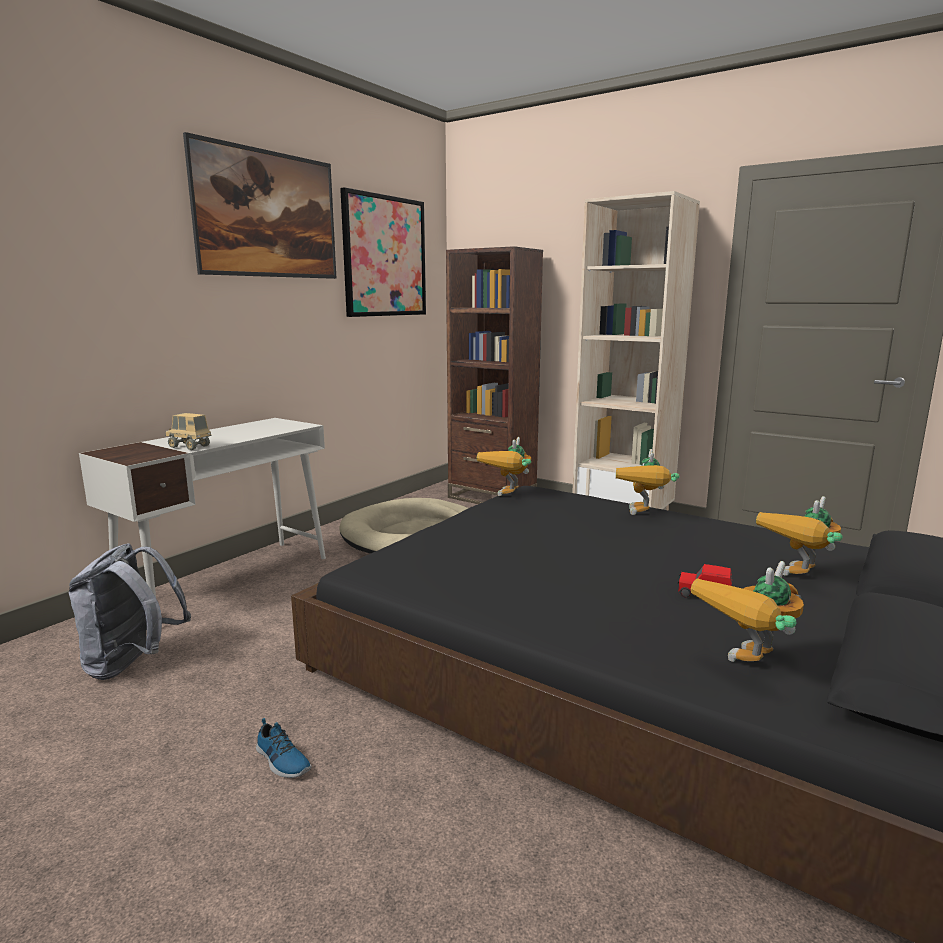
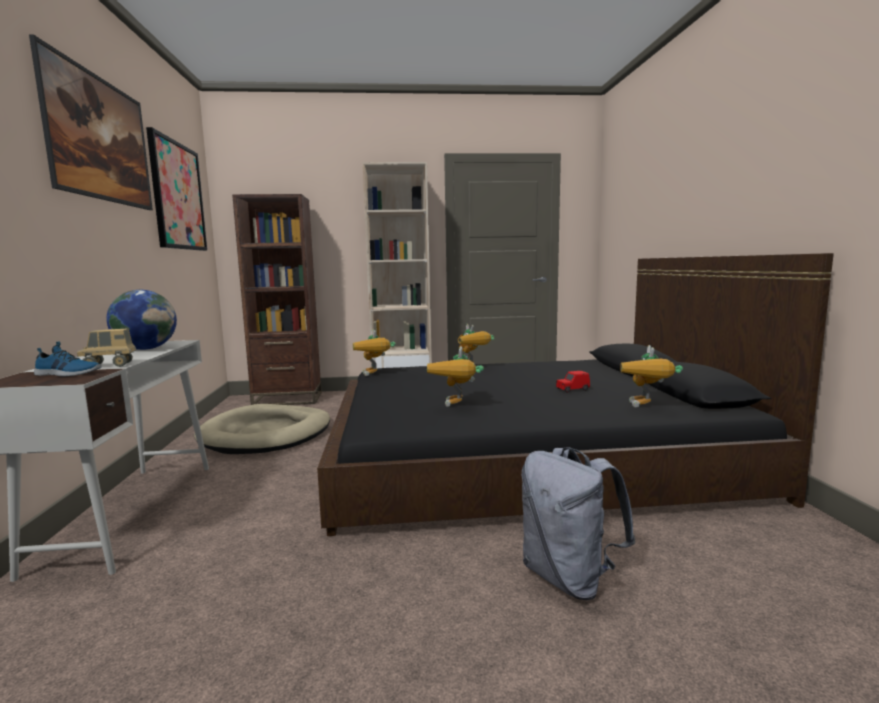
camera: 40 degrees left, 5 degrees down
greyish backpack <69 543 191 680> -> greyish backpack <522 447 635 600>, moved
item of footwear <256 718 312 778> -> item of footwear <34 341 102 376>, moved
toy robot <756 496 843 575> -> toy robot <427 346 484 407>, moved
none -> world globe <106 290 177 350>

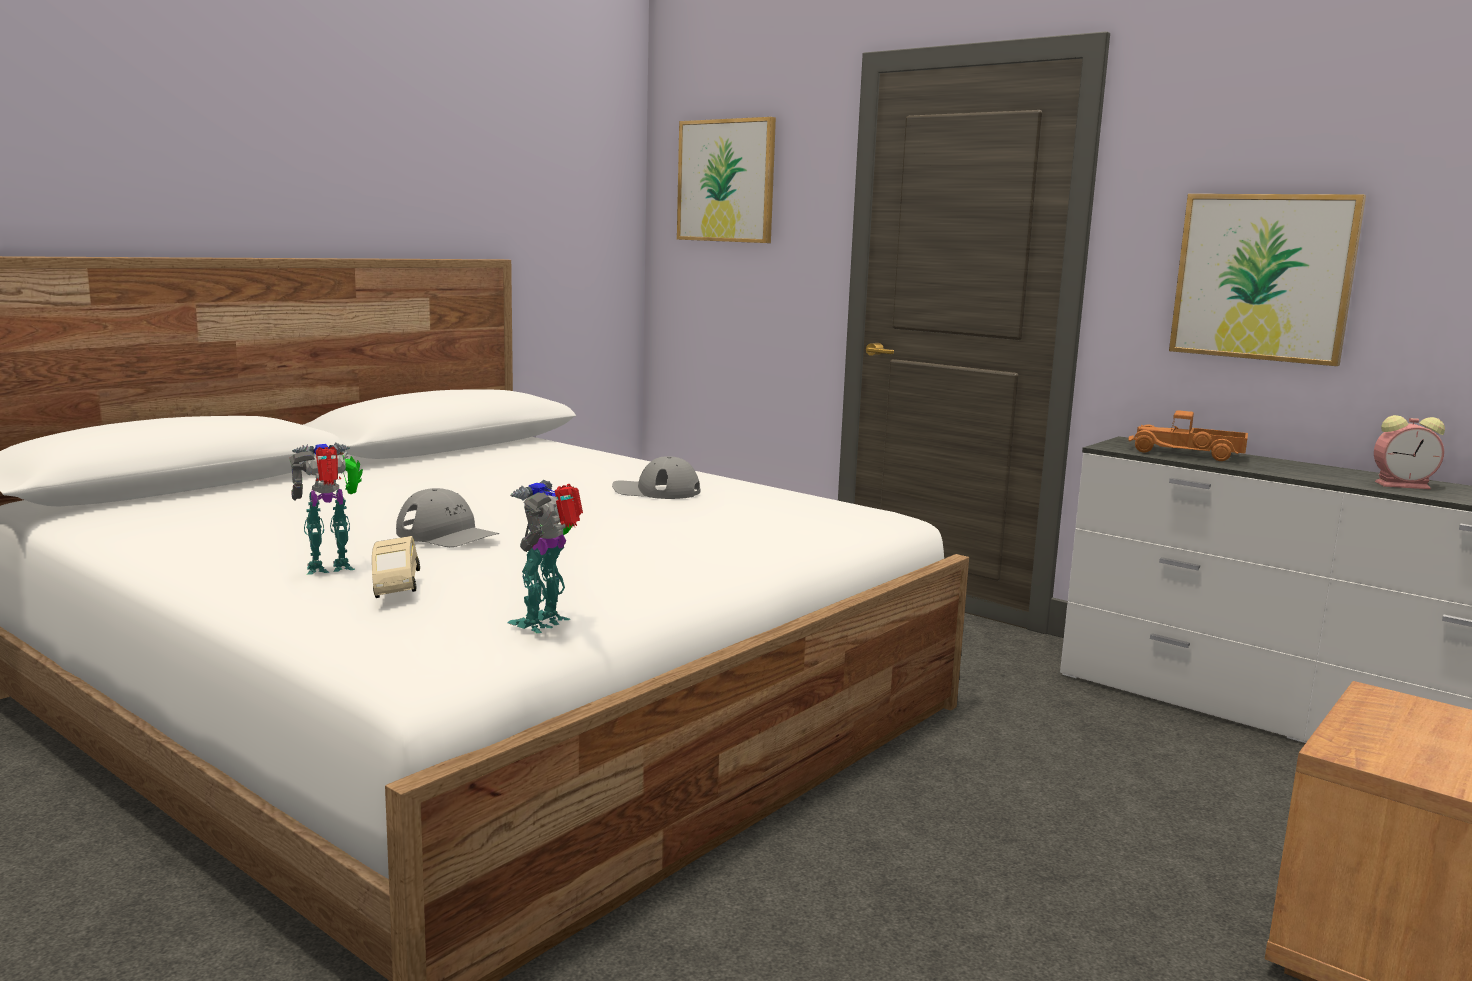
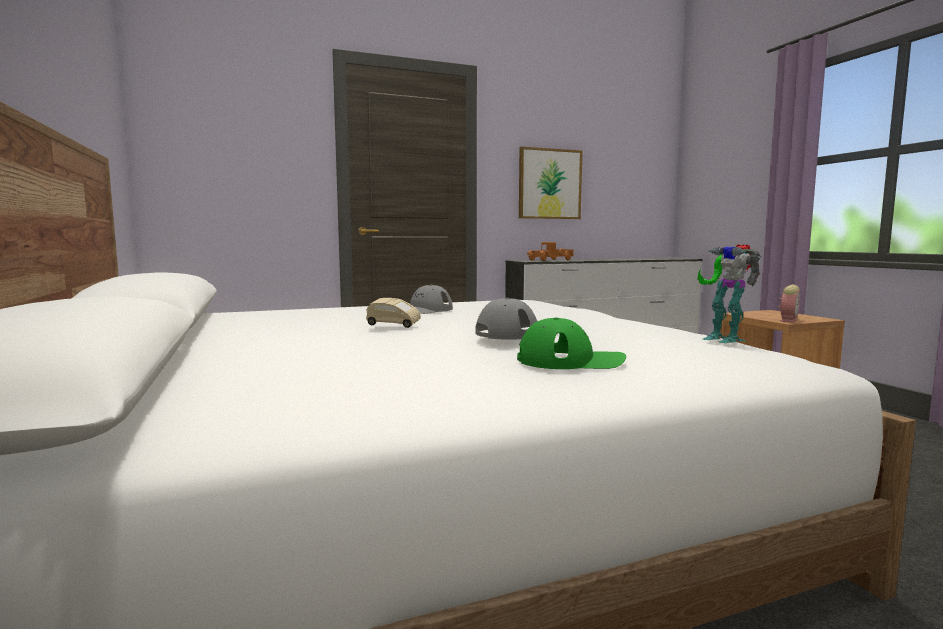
camera: 60 degrees left, 5 degrees down
toy robot <289 443 363 575> -> green-coloured cap <517 317 626 369>
beige-coloured toy car <372 536 420 598> -> beige-coloured toy car <366 298 421 328>, moved
wall picture <677 117 776 243> -> none
alarm clock <1374 415 1445 489> -> alarm clock <778 285 800 322>, moved

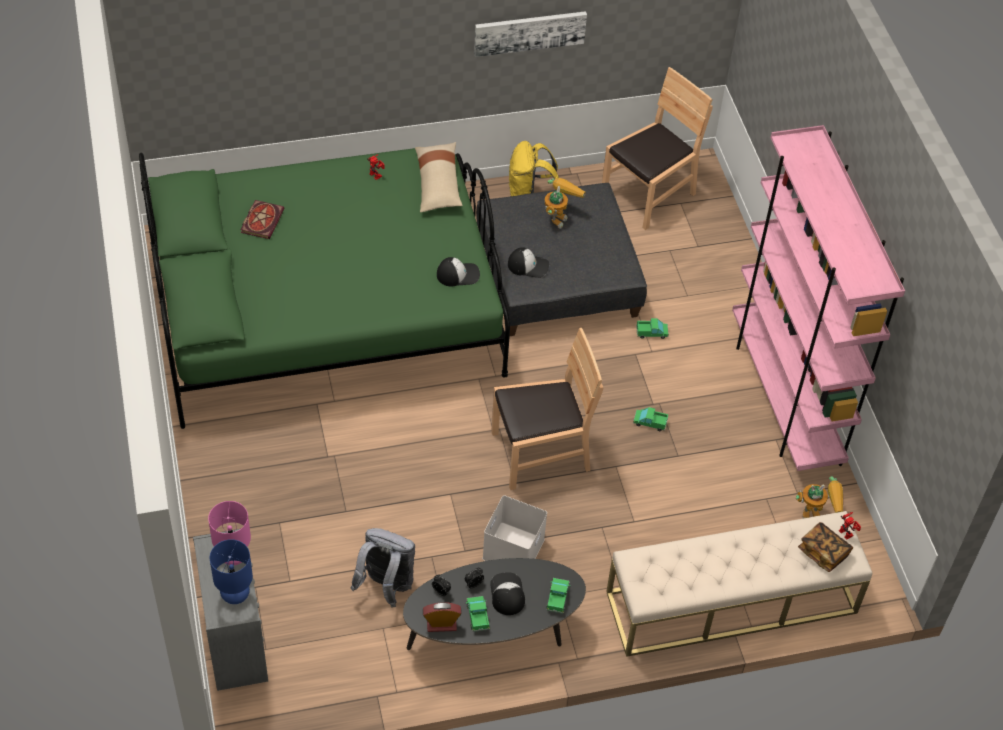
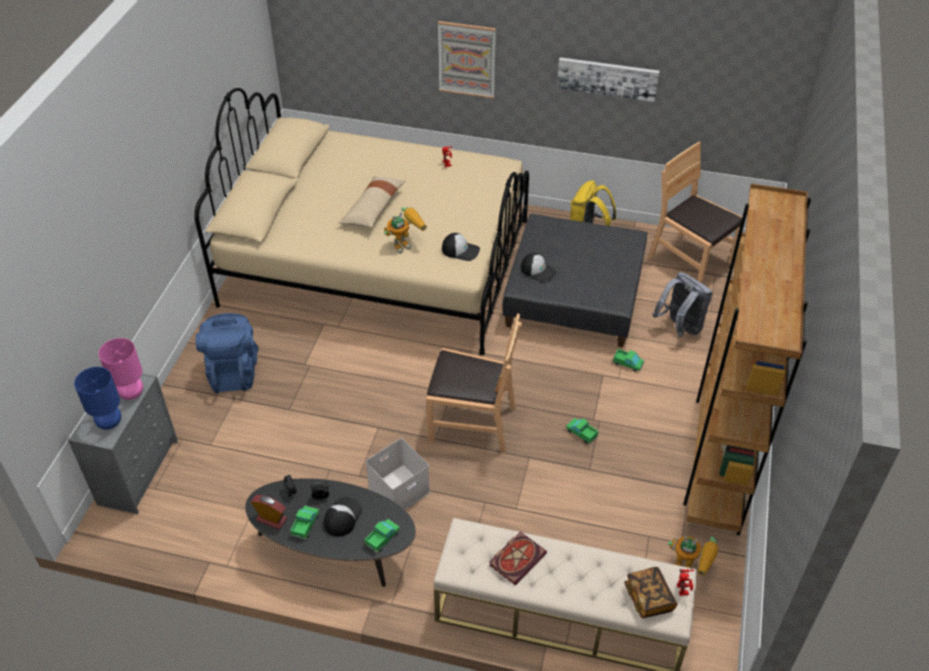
camera: 30 degrees right, 5 degrees down
green-coloured bed <139 148 510 429> -> beige-coloured bed <194 88 529 355>
book <241 200 285 239> -> book <489 531 547 585>, moved
greyish backpack <351 528 415 608> -> greyish backpack <653 272 713 337>, moved
beige-coloured cushion <415 142 462 212> -> beige-coloured cushion <339 176 406 228>, moved
toy robot <545 178 586 229> -> toy robot <384 207 427 254>, moved
brown plain chair <602 67 713 230> -> brown plain chair <648 142 742 284>, 120 degrees counterclockwise
pink bookcase <732 125 905 471> -> brown bookcase <683 183 811 535>
none -> bluish backpack <195 313 259 394>
none -> wall picture <438 21 496 99>

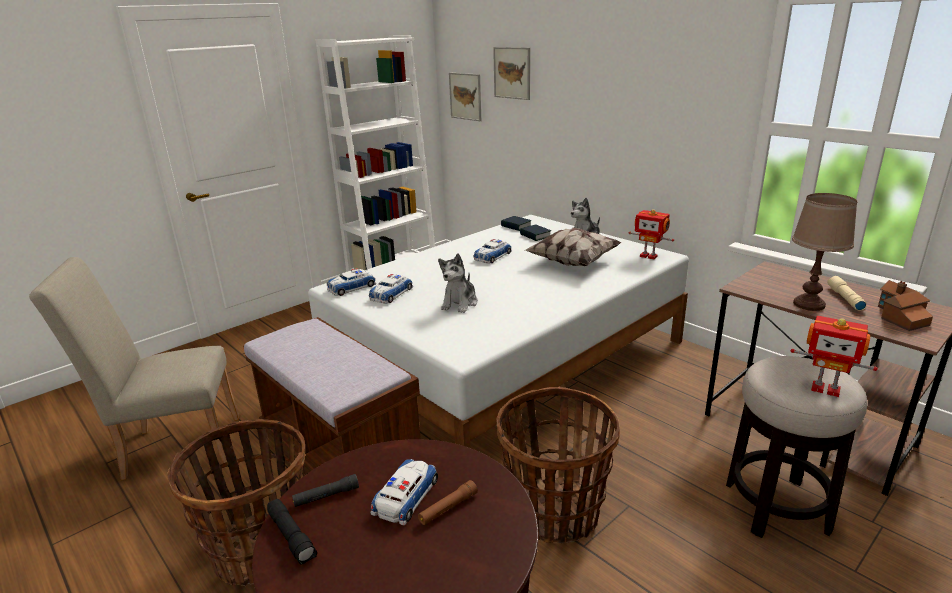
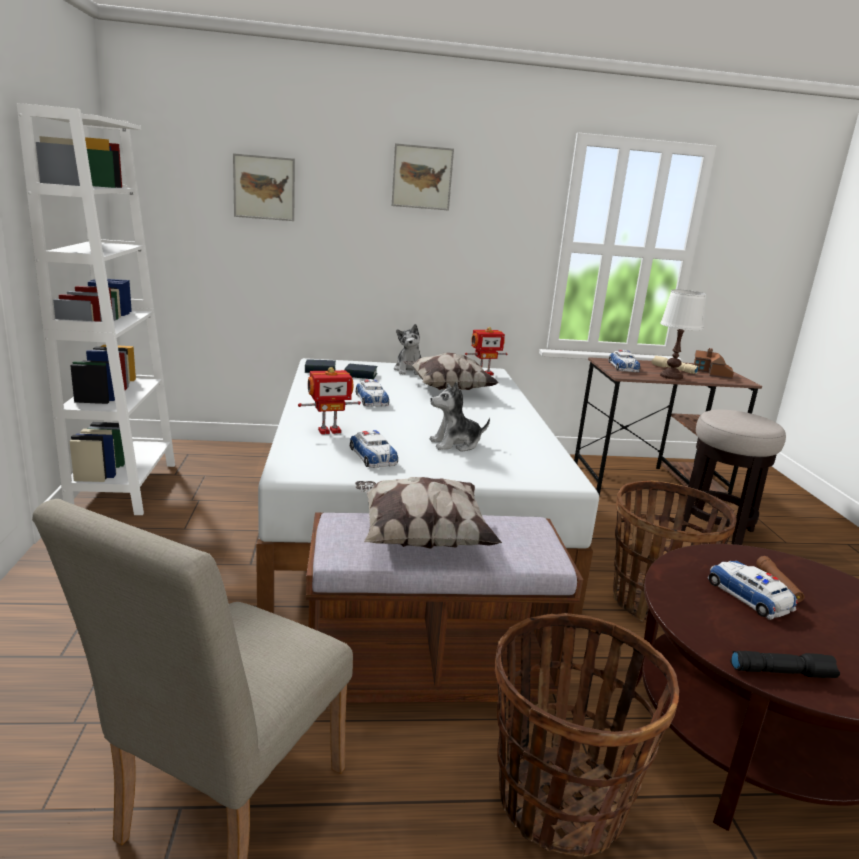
camera: 55 degrees left, 5 degrees down
black torch <292 474 359 507> -> none
toy car <327 268 376 296> -> toy car <608 350 640 372>, moved
cuddly toy <438 253 478 313> -> cuddly toy <429 382 490 452>, 105 degrees clockwise
wall picture <449 73 481 121> -> wall picture <391 143 454 211>, moved
toy robot <791 316 878 397> -> toy robot <298 367 361 434>, moved
brown tabletop lamp <792 193 857 311> -> white-coloured tabletop lamp <660 289 707 380>
none -> cushion <355 477 502 549>

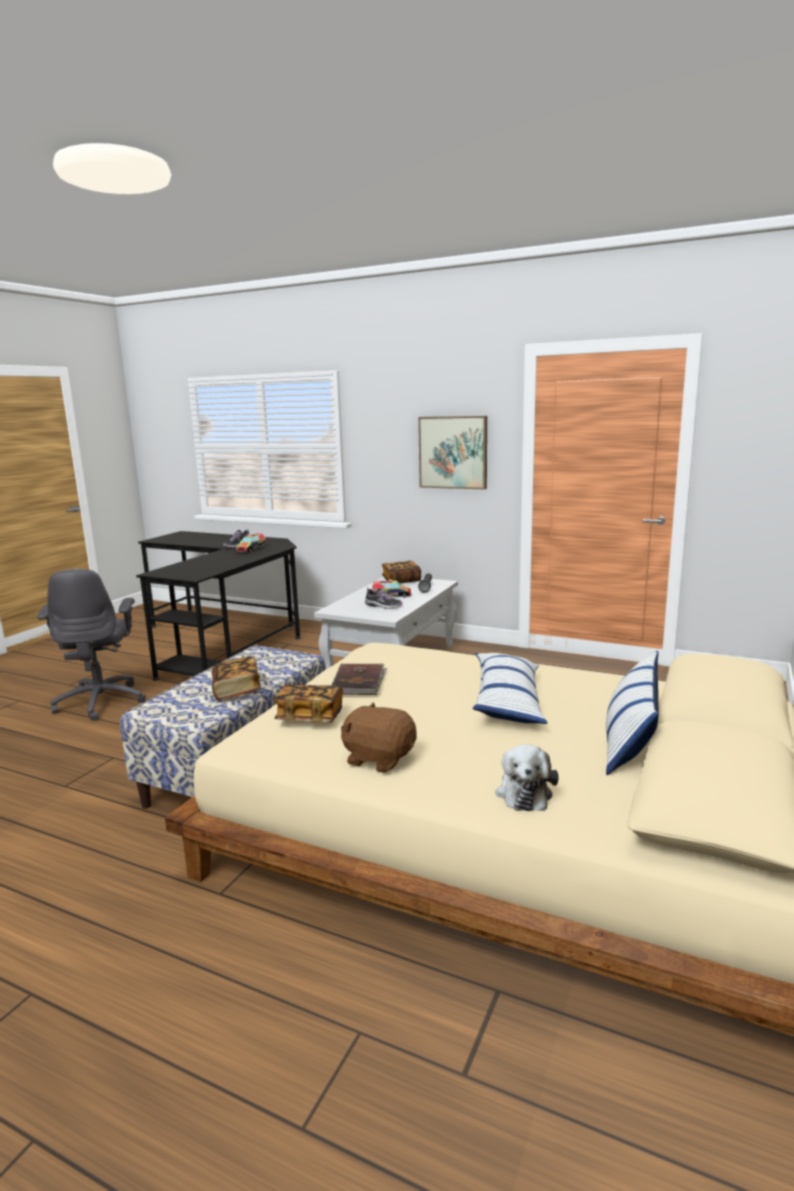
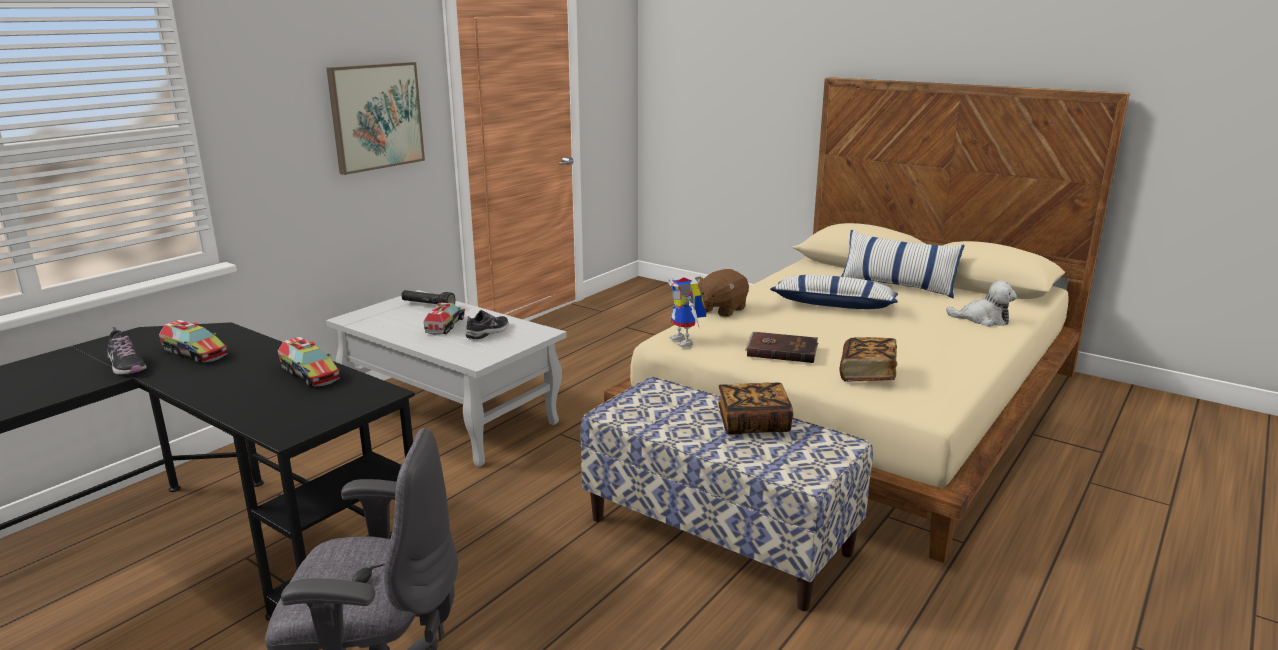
camera: 80 degrees left, 5 degrees up
brown cuddly toy <341 702 416 773> -> brown cuddly toy <695 269 749 317>, moved
book <382 561 421 584> -> none
none -> toy lorry <278 337 340 387>
none -> toy robot <668 277 706 347>

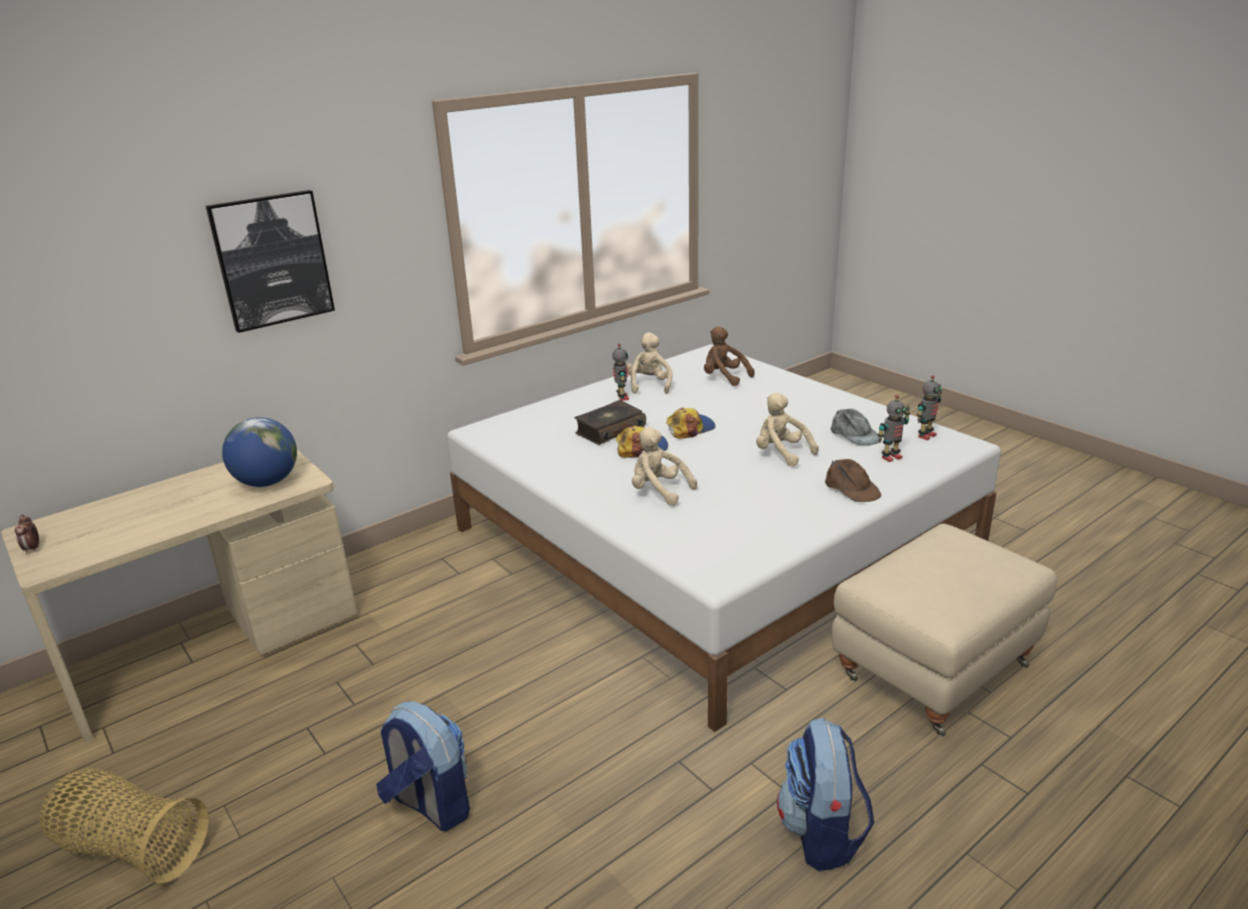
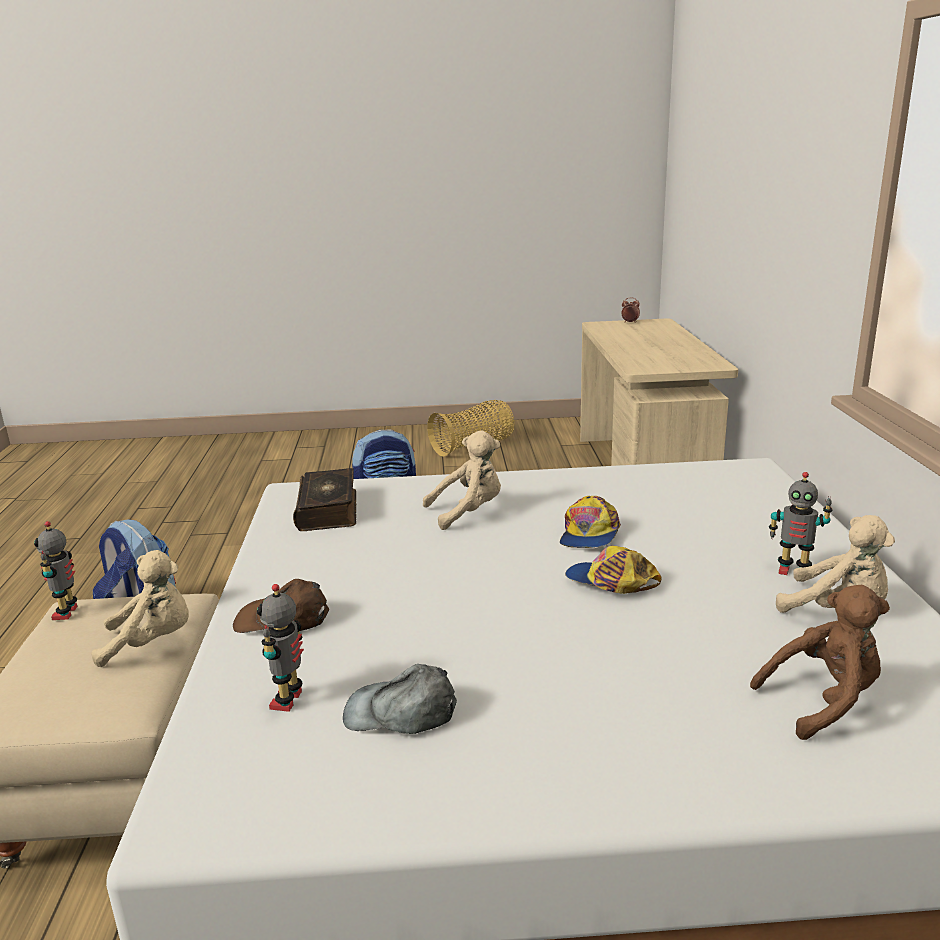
camera: 125 degrees right, 5 degrees down
wall picture <206 190 335 333> -> none
world globe <222 417 297 487> -> none
book <574 400 646 445> -> book <293 468 356 531>, moved
cap <666 408 716 439> -> cap <565 546 662 594>, 120 degrees clockwise
beige-coloured cuddly toy <756 393 819 466> -> beige-coloured cuddly toy <91 550 189 667>, moved
toy robot <916 375 942 440> -> toy robot <34 521 78 620>, moved

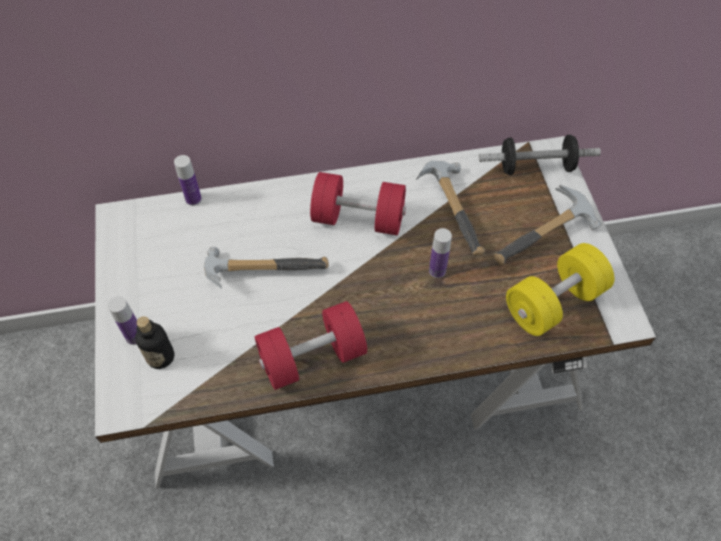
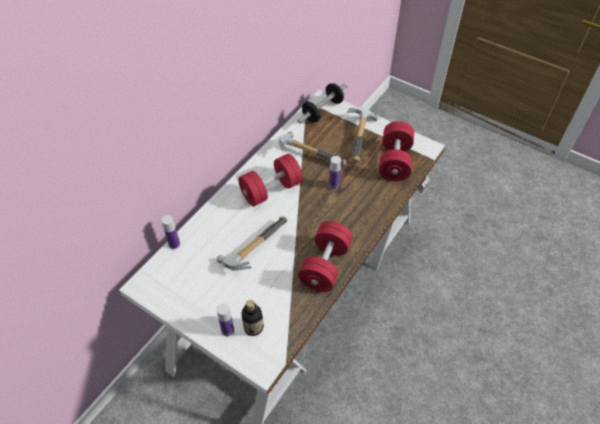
camera: 45 degrees left, 5 degrees down
yellowish free weight <506 243 615 336> -> red-coloured free weight <379 121 414 181>

